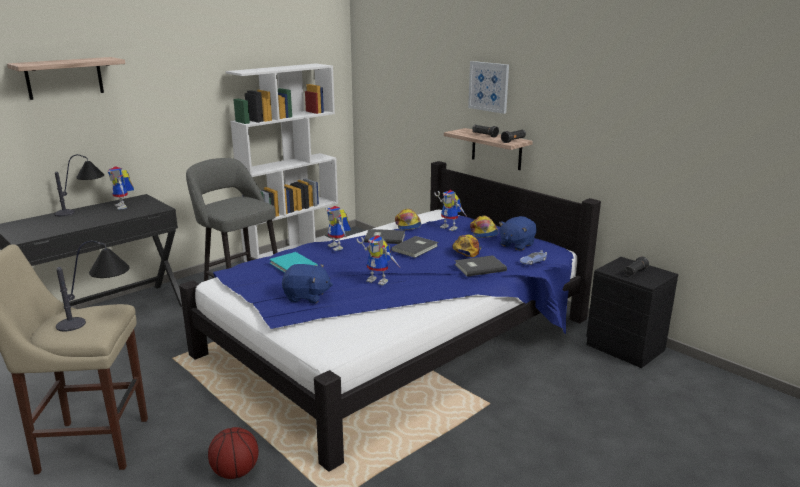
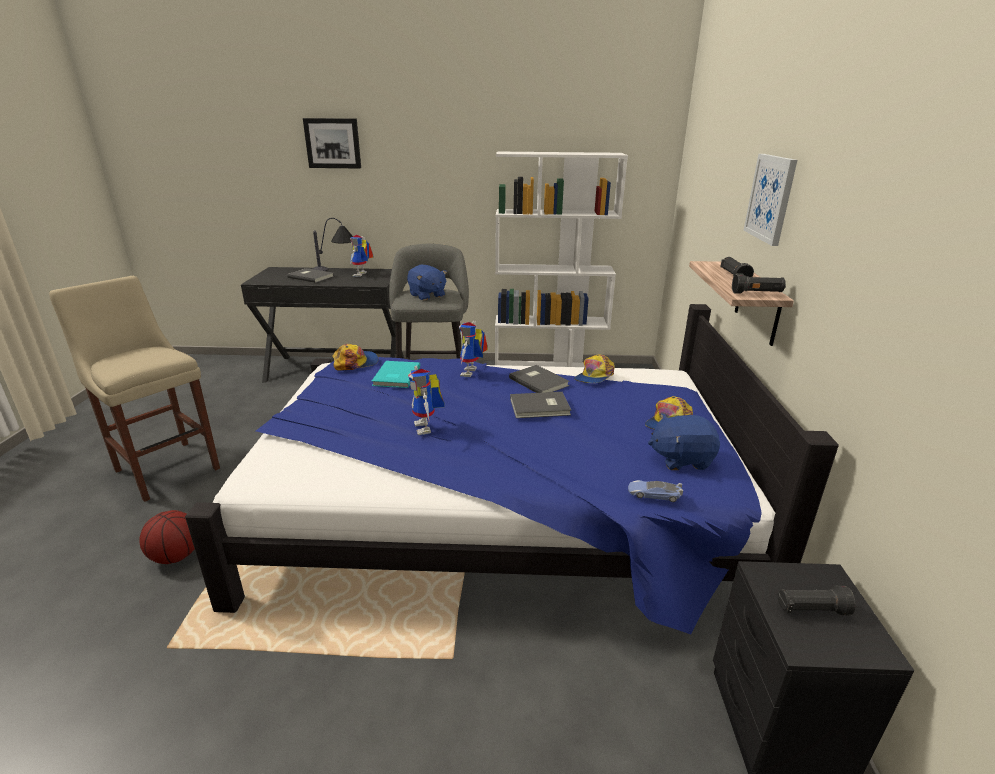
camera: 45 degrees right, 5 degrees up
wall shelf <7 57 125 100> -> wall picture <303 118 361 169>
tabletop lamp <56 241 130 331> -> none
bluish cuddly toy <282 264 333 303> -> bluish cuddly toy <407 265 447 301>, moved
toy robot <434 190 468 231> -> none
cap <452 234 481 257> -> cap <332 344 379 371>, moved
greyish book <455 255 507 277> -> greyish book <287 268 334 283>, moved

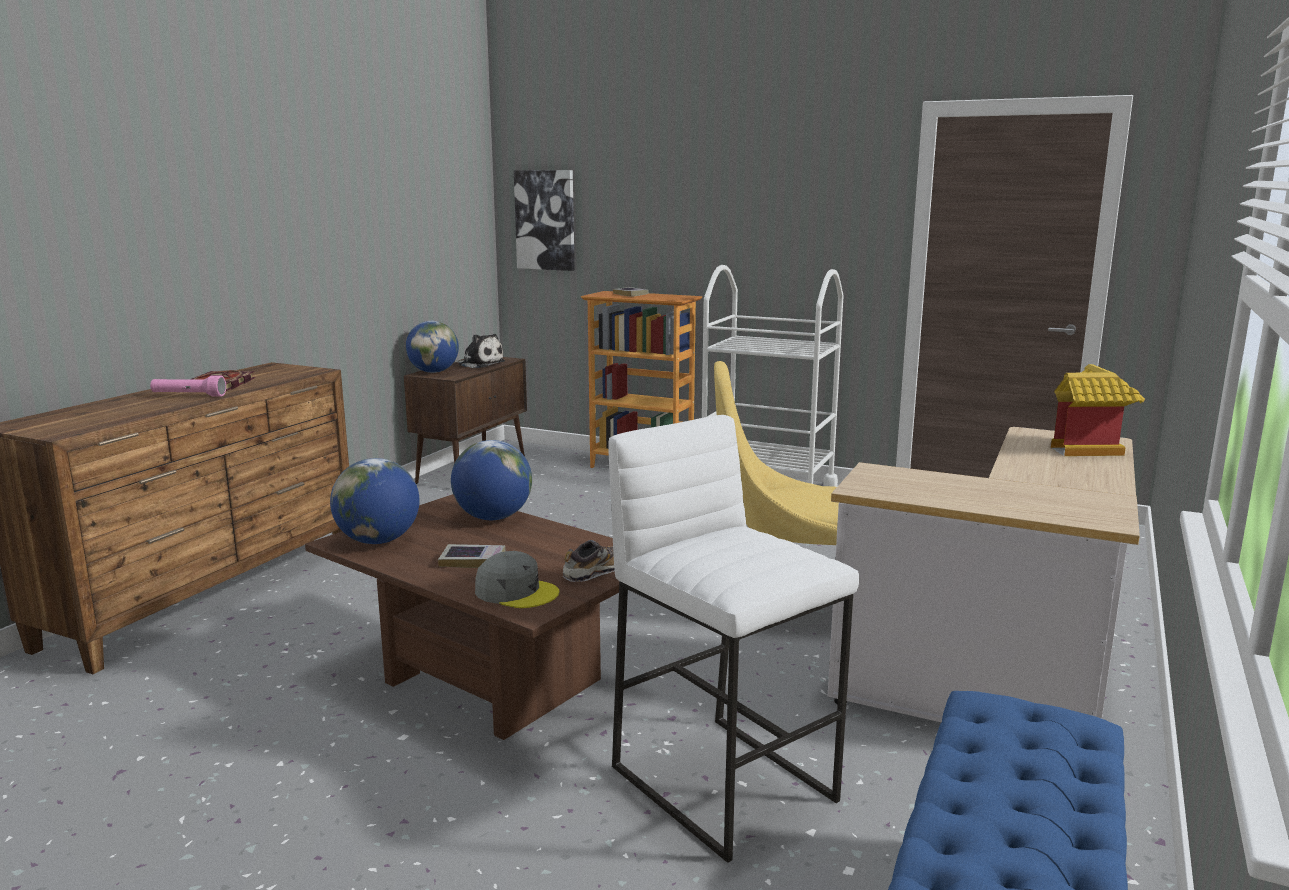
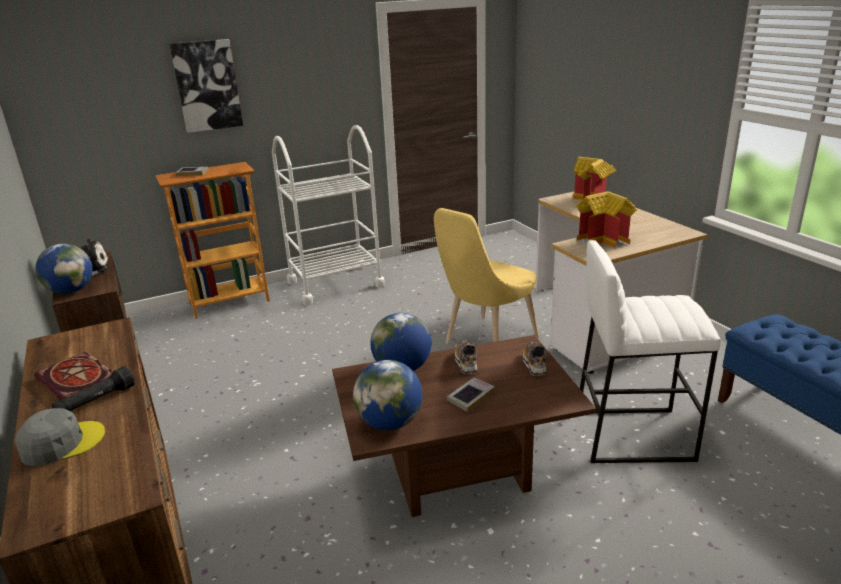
camera: 50 degrees left, 10 degrees up
pink torch <150 375 226 396> -> black torch <52 366 135 411>
greyish cap <475 551 559 608> -> greyish cap <15 408 105 466>, moved
wall picture <514 170 575 271> -> wall picture <169 39 243 133>, moved
none -> item of footwear <455 341 477 374>
none -> model house <576 191 637 248>

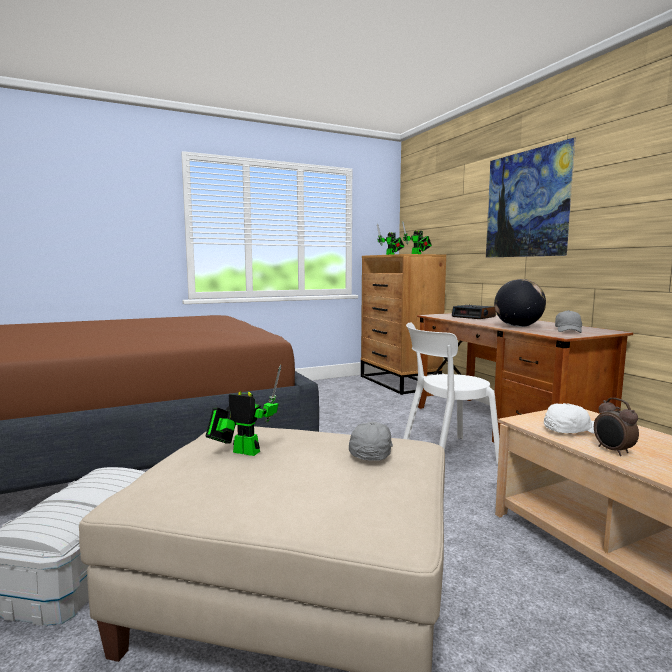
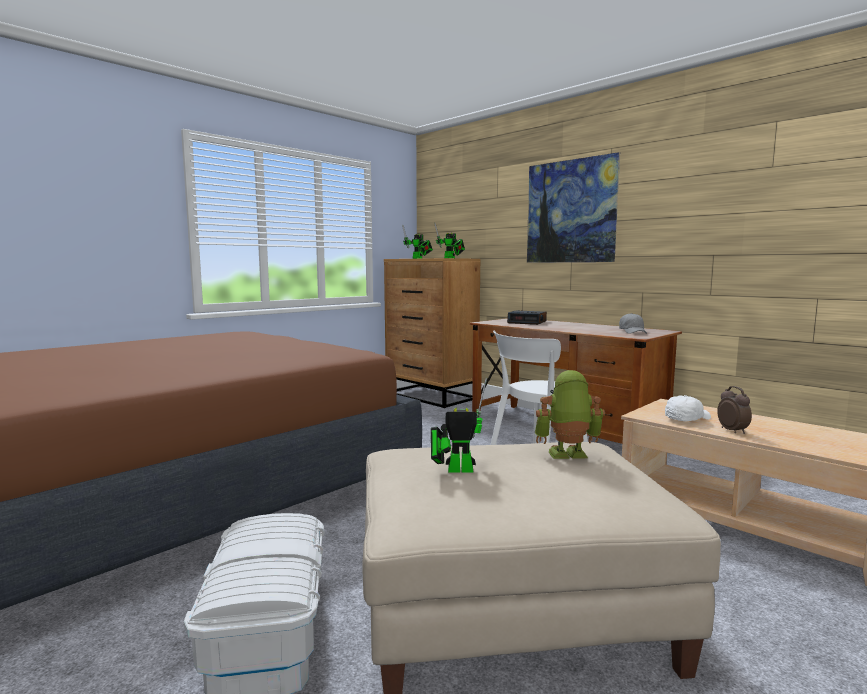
camera: 20 degrees left, 0 degrees up
greyish cap <349 422 393 461> -> toy robot <535 370 605 459>
world globe <494 279 546 327> -> none
alarm clock <594 398 639 456> -> alarm clock <717 386 752 434>, 150 degrees counterclockwise

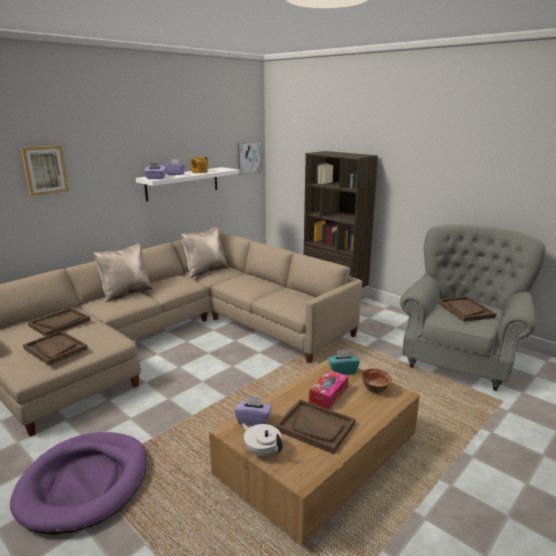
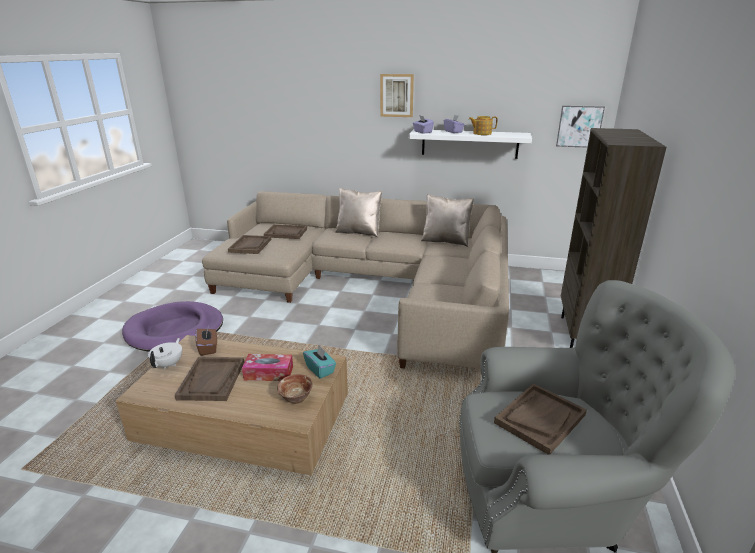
camera: 60 degrees right, 5 degrees up
wall picture <21 145 69 196> -> wall picture <380 74 414 117>, moved
purple-coloured tissue box <234 395 272 426> -> brown tissue box <195 328 217 356>

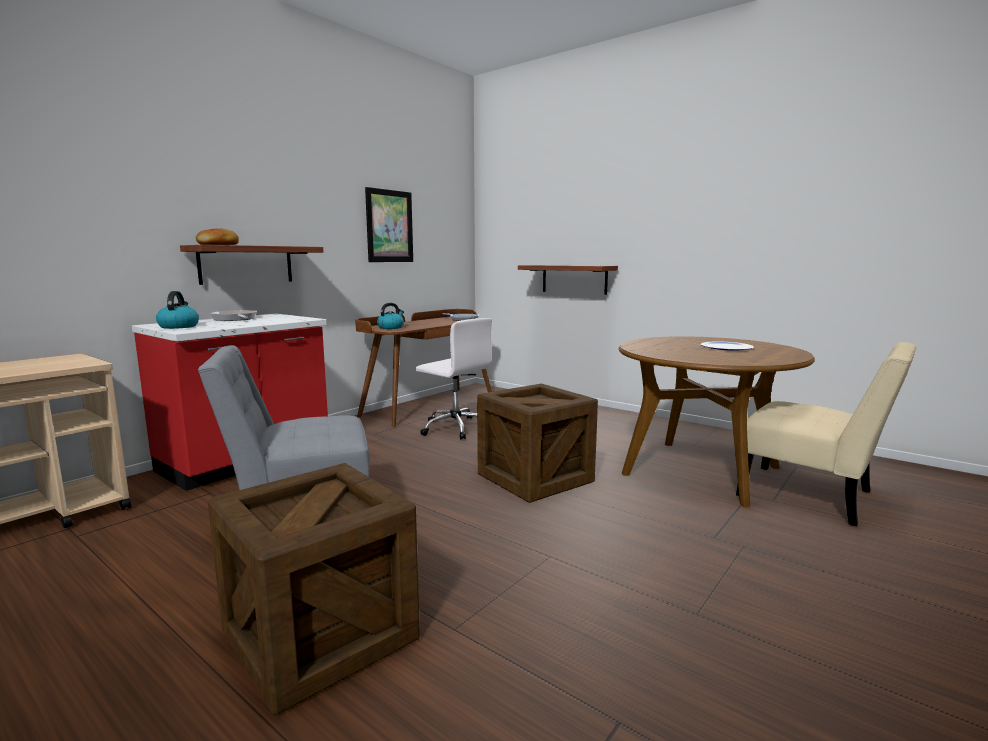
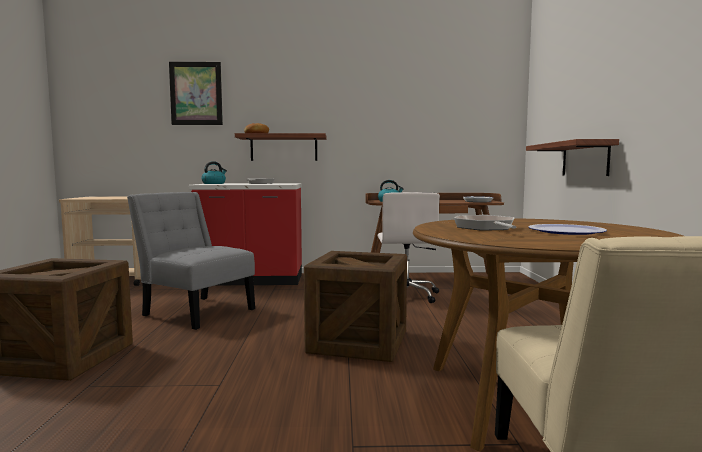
camera: 50 degrees right, 5 degrees down
wall picture <365 187 413 262> -> wall picture <169 62 223 125>, moved
none -> pan <454 215 516 230>

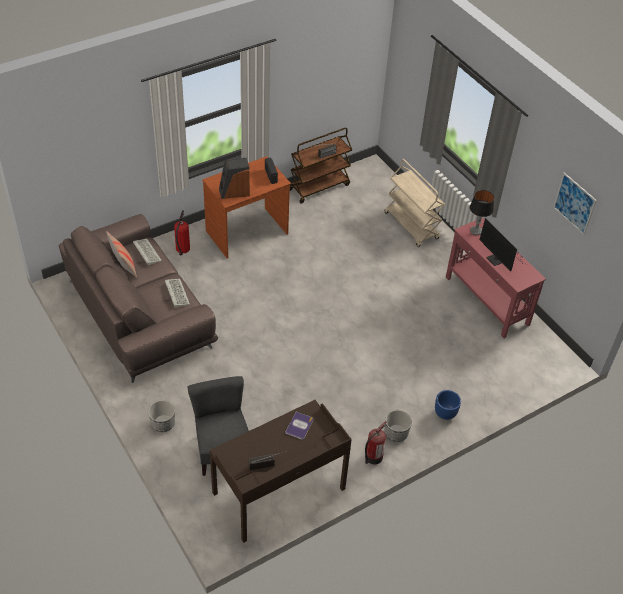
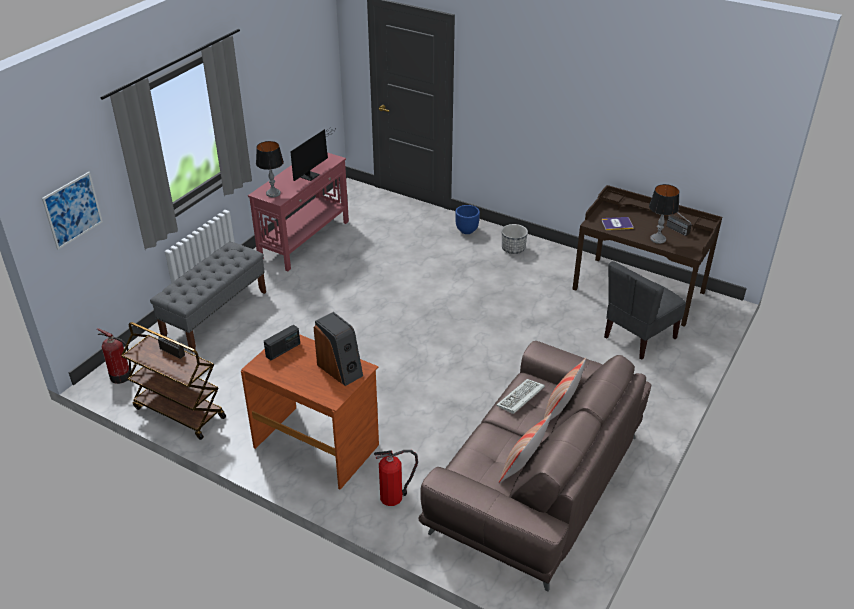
camera: 115 degrees left, 10 degrees down
computer keyboard <133 239 162 265> -> none
planter <148 400 175 432> -> none
fire extinguisher <365 421 387 464> -> fire extinguisher <97 328 131 384>, moved
beige-coloured wheeled cart <384 159 445 247> -> greyish long seat <150 242 266 352>
wall picture <553 173 597 235> -> wall picture <42 172 103 250>, moved
none -> cushion <544 358 586 421>
none -> tabletop lamp <649 184 679 244>

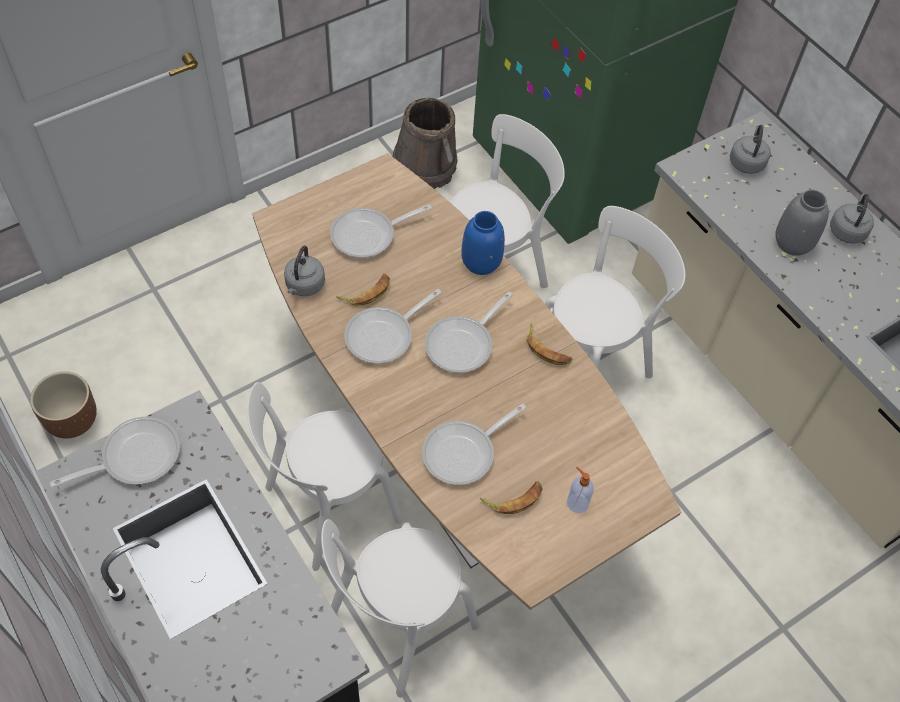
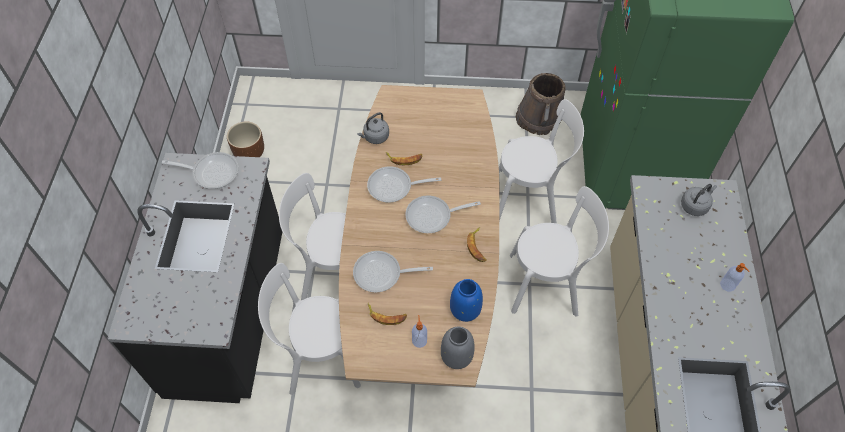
camera: 40 degrees right, 0 degrees up
pan <330 205 432 258> -> none
bluish flower vase <462 211 505 275> -> bluish flower vase <450 279 483 322>, moved
greyish flower vase <775 189 829 256> -> greyish flower vase <441 327 475 369>, moved
greyish water kettle <830 193 874 244> -> liquid soap bottle <720 263 750 291>

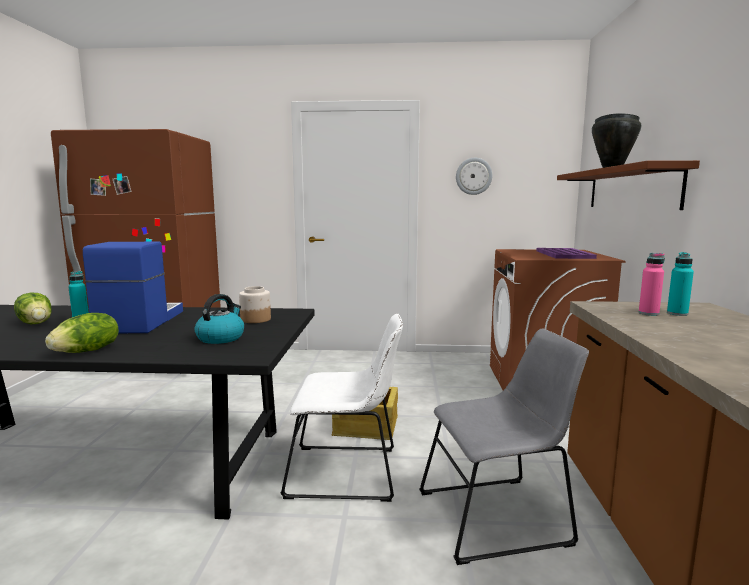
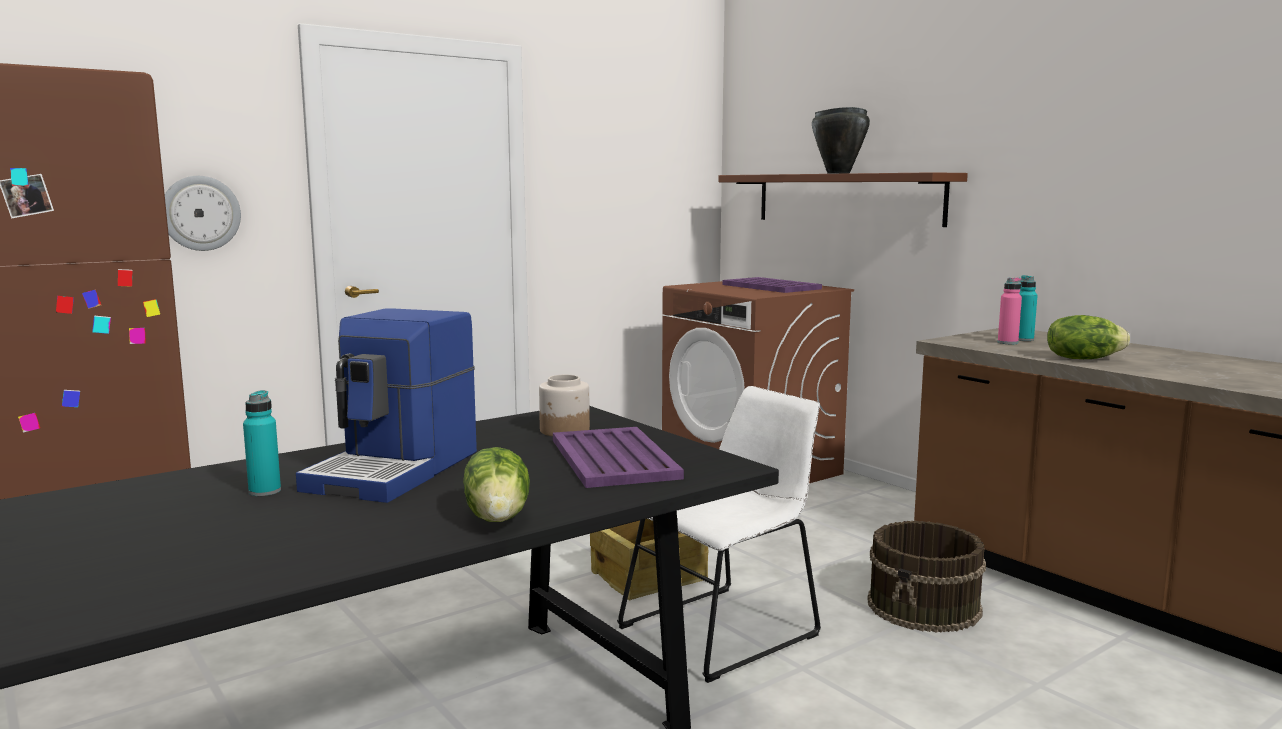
camera: 40 degrees left, 0 degrees up
lettuce <14 292 52 324> -> lettuce <1047 315 1130 359>, moved
coffee maker <83 242 183 333> -> coffee maker <296 308 477 503>, 120 degrees counterclockwise
water kettle <195 294 244 344> -> purple-coloured tray <553 427 684 488>
greyish plain chair <419 328 589 565> -> brown water bucket <867 520 986 633>
hanging clock <456 158 492 195> -> hanging clock <165 176 241 251>, moved

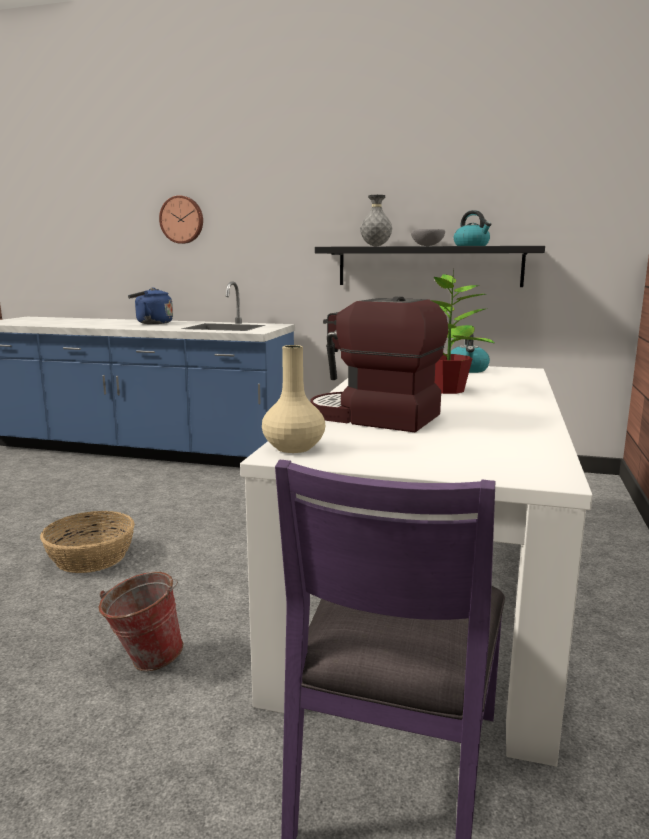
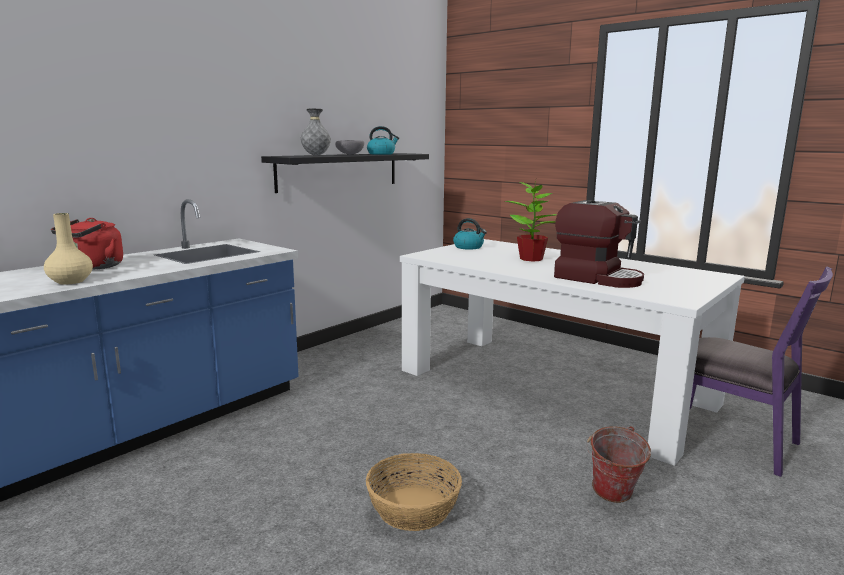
camera: 65 degrees left, 0 degrees up
bluish water kettle <128 287 173 324> -> red-coloured water kettle <51 218 123 270>
hanging clock <159 195 203 244> -> none
beige-coloured flower vase <262 345 325 453> -> beige-coloured flower vase <44 213 93 285>, moved
coffee maker <310 297 448 432> -> coffee maker <554 200 644 288>, 105 degrees counterclockwise

